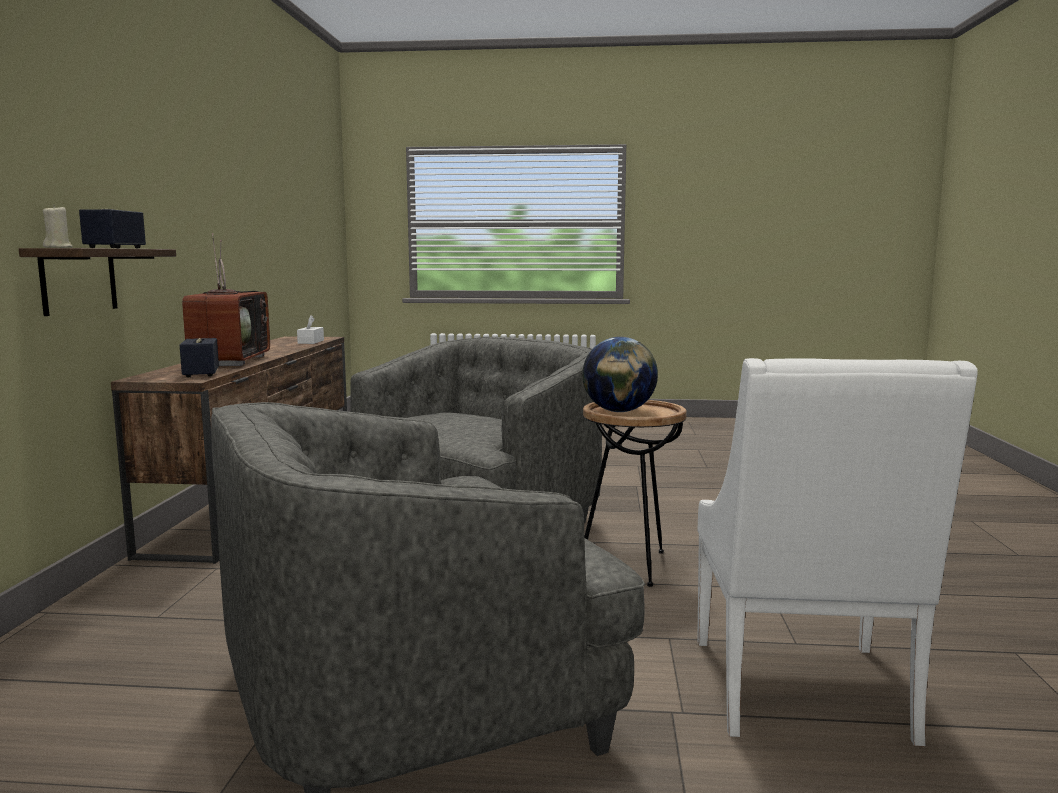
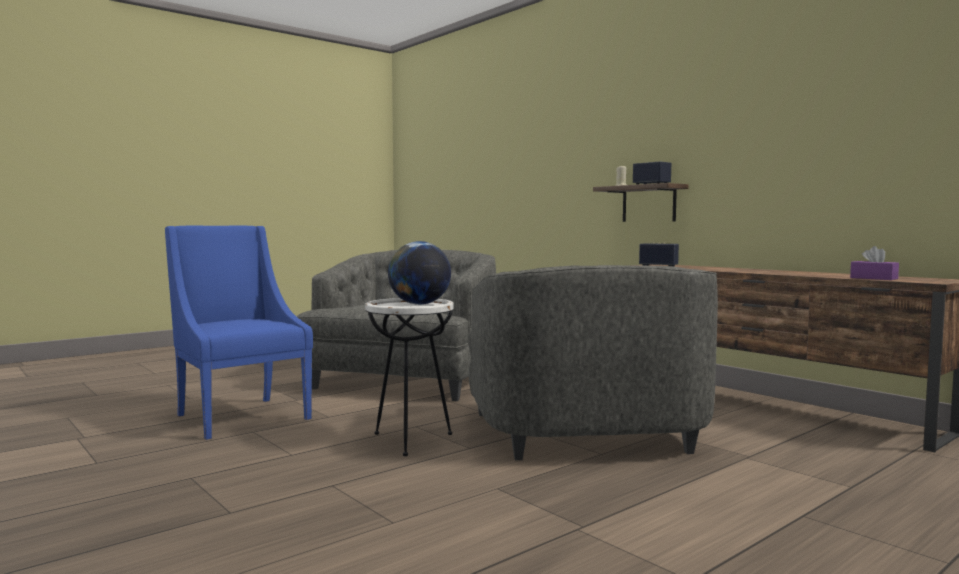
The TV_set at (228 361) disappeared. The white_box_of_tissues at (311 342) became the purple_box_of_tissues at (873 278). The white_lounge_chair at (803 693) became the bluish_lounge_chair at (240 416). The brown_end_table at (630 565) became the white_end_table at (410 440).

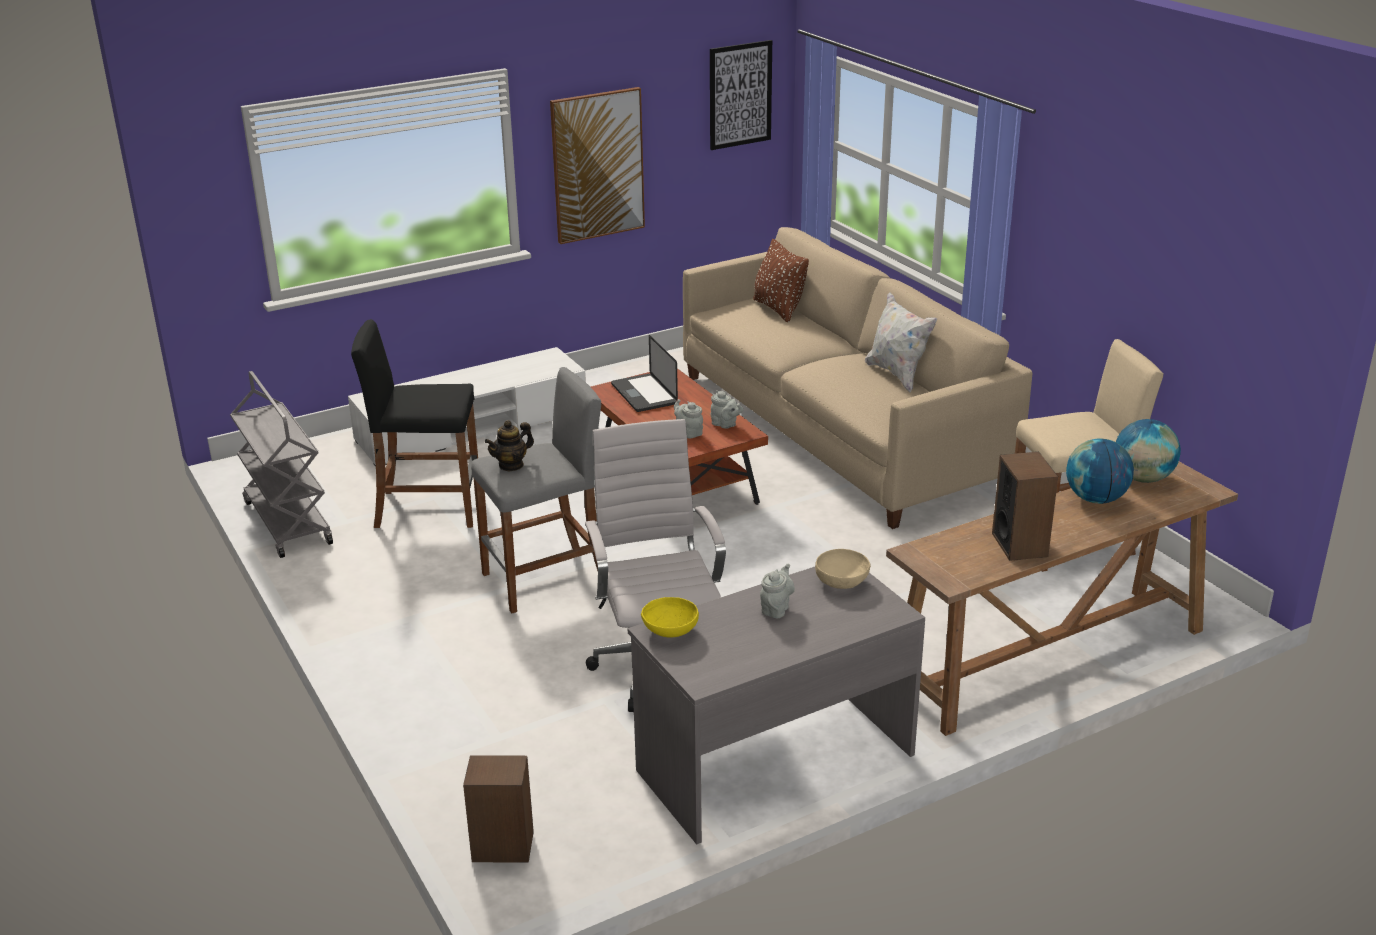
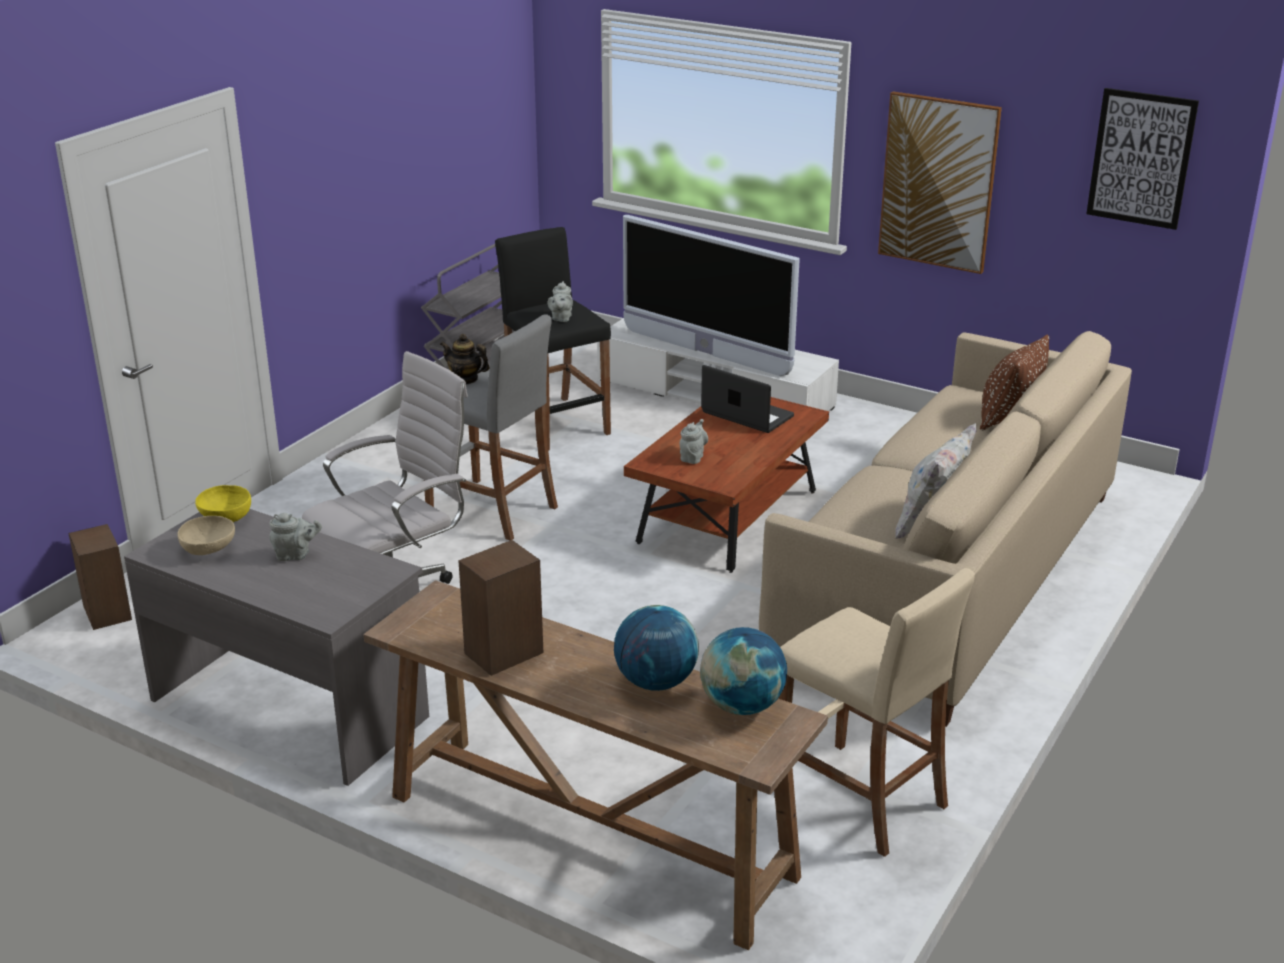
The portable_computer at (644 394) turned 90 degrees clockwise. The grey_tea_pot moved from (725 425) to (561 318). The beige_bowl moved from (842 581) to (209 550). The TV_set at (705 353) appeared.

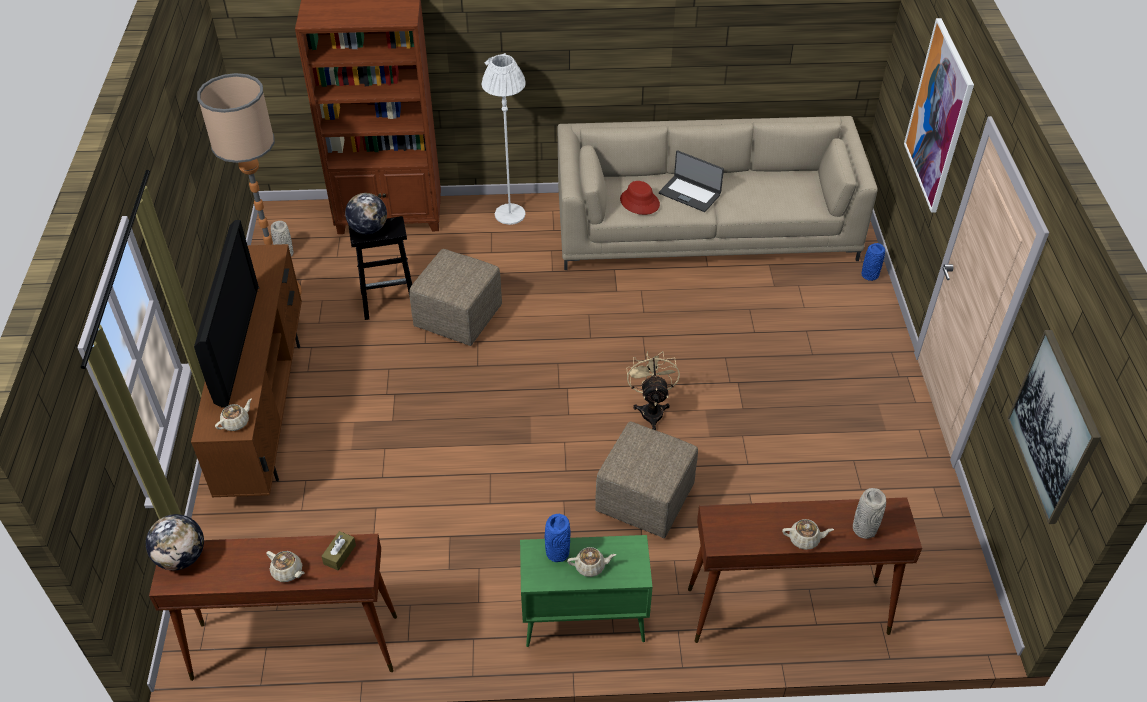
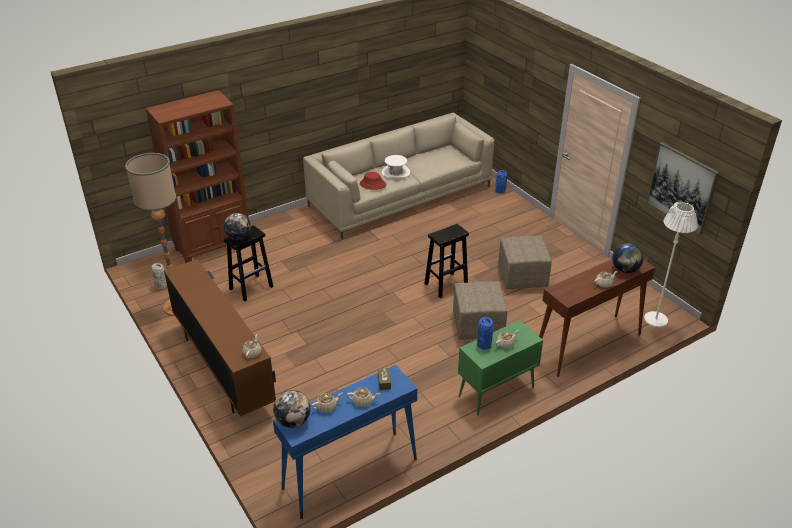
The wall_art at (938 116) disappeared. The white_floor_lamp moved from (510 214) to (655 319). The portable_computer at (690 193) was replaced by the white_wearable_hat at (395 173). The TV_set at (233 343) disappeared. The beige_ottoman moved from (458 318) to (522 278). The beige_fan at (651 409) was replaced by the blackish_stool_seat at (445 285). The grey_vase at (864 530) was replaced by the world_globe at (625 270). The brown_console_table at (294 647) became the bluish_console_table at (349 474). The beige_tea_pot at (327 407) appeared.

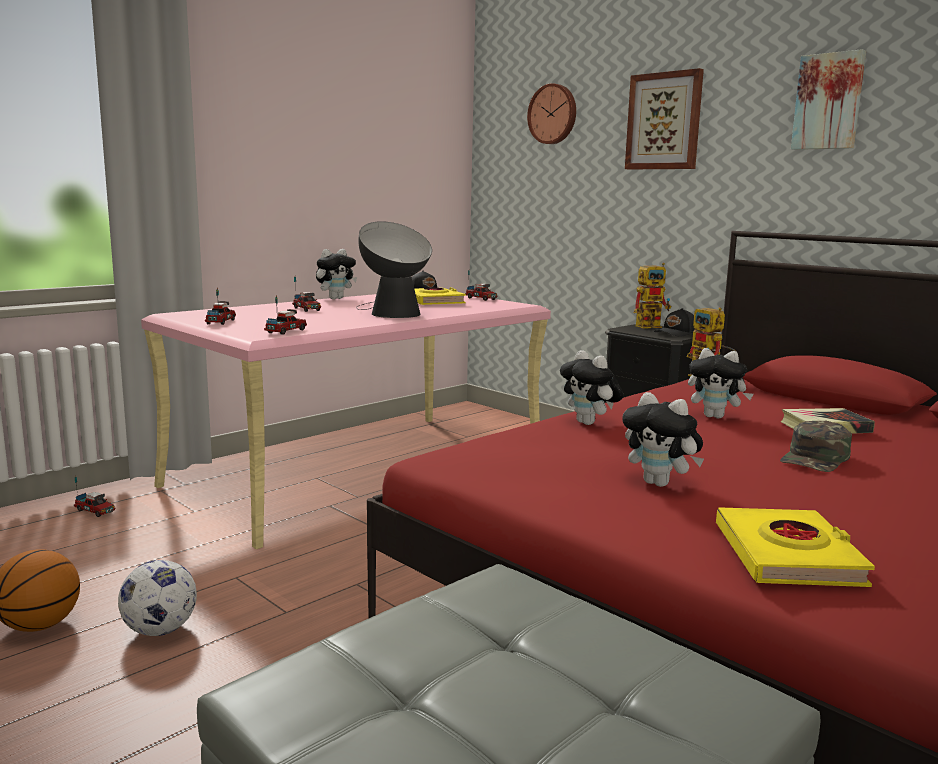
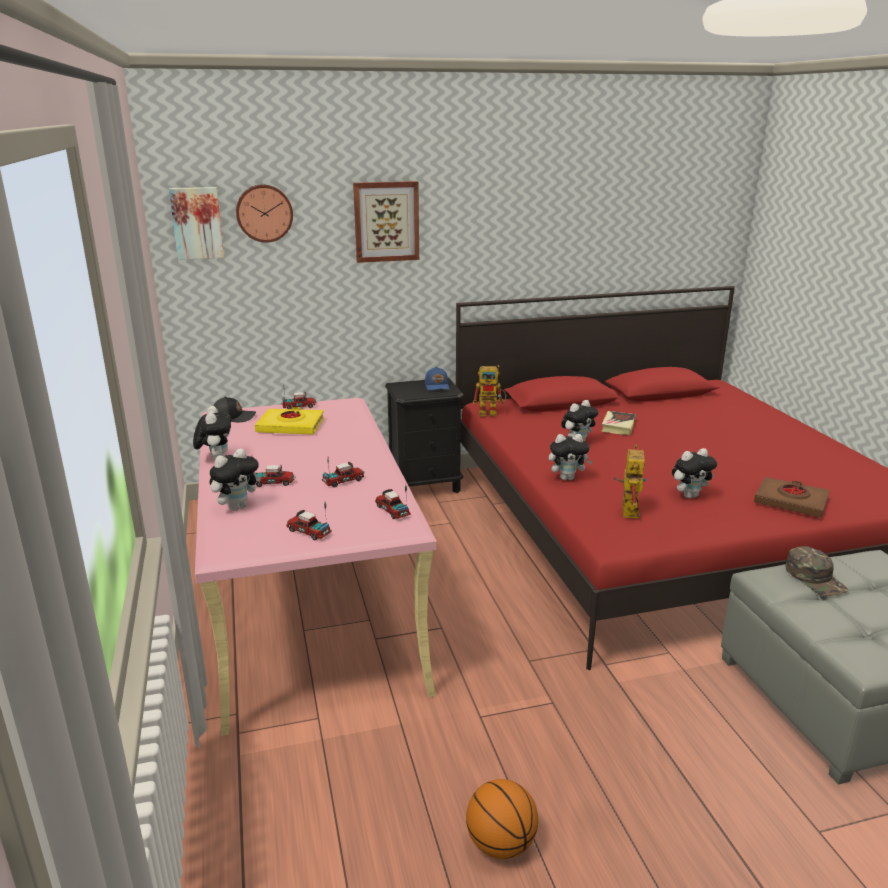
The wall_art moved from (828 102) to (197 223). The tabletop_lamp at (391 313) disappeared. The model_robot moved from (651 326) to (627 509). The blackish_cap at (676 333) became the bluish_cap at (437 386). The green-coloured_cap moved from (816 458) to (815 578). The toy_lorry moved from (95 511) to (344 481). The yellow-coloured_bound_book at (788 556) became the brown_bound_book at (791 501). The football_ball at (160 630) disappeared. The cuddly_toy at (237 506) appeared.

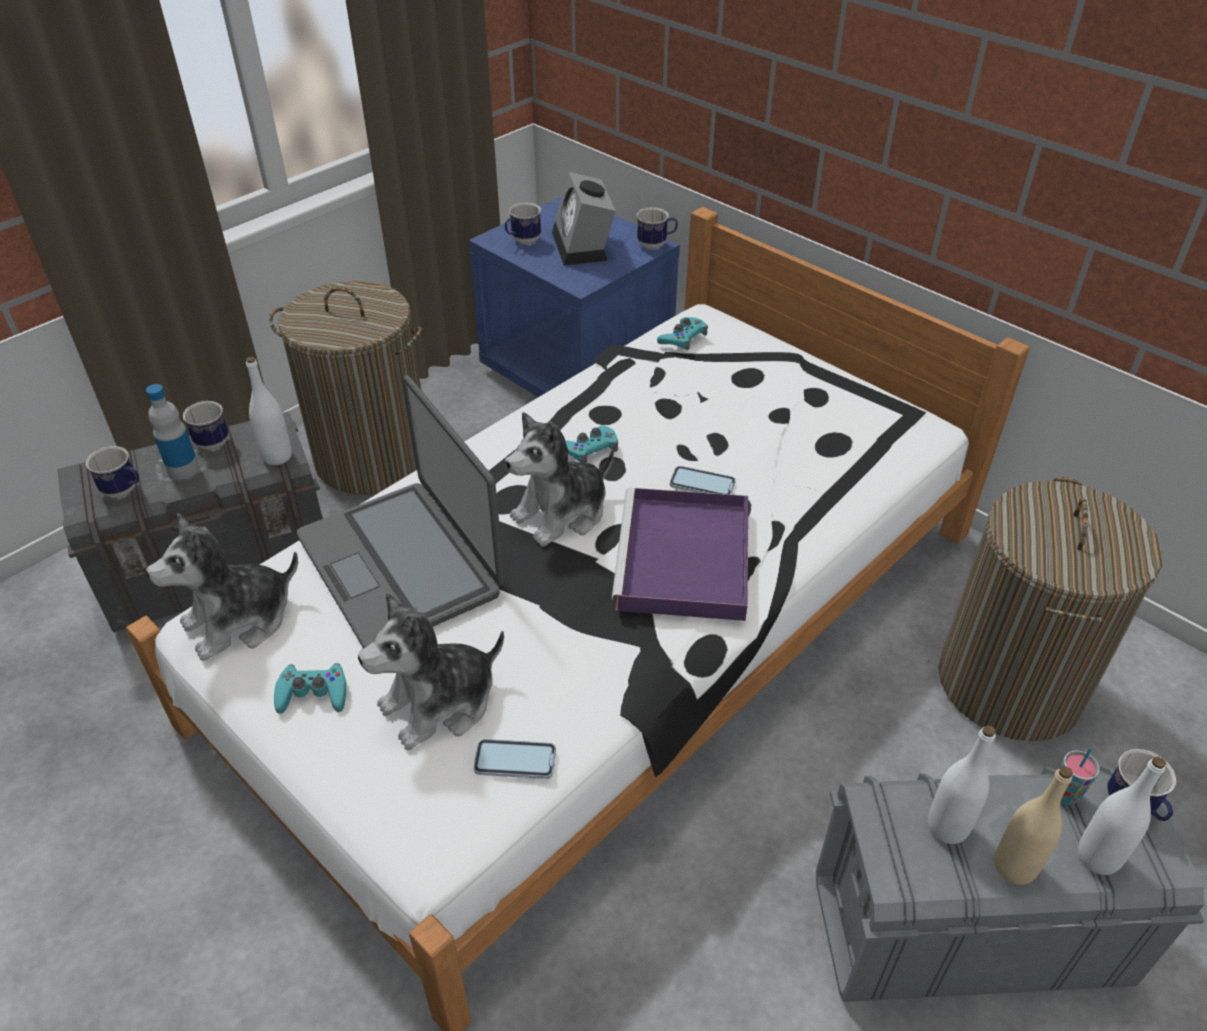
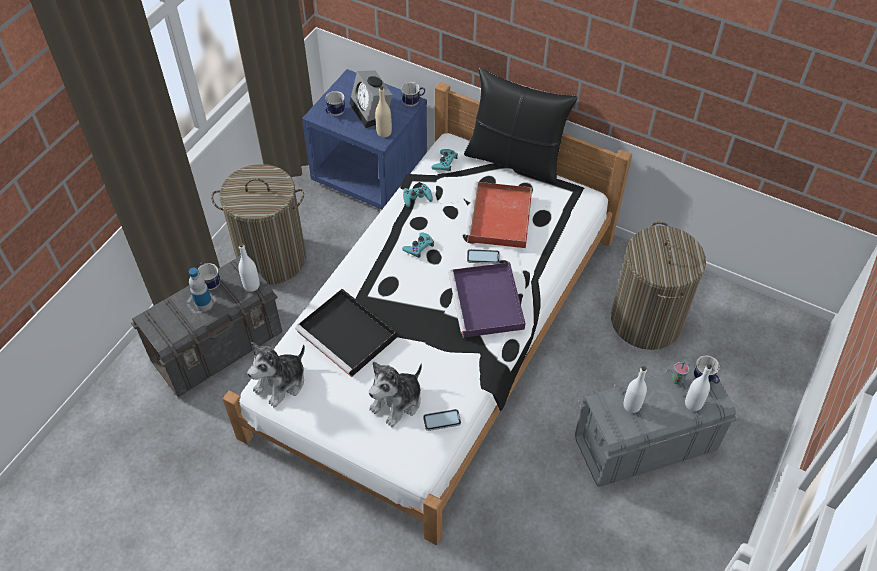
The portable_computer at (402 564) was replaced by the blackish_tray at (348 335). The cuddly_toy at (562 514) disappeared. The coffee_mug at (125 491) disappeared. The blue-green_joypad moved from (313 694) to (417 197). The beige_beverage_bottle moved from (1014 866) to (384 132). The blackish_cushion at (515 160) appeared. The red_tray at (500 218) appeared.

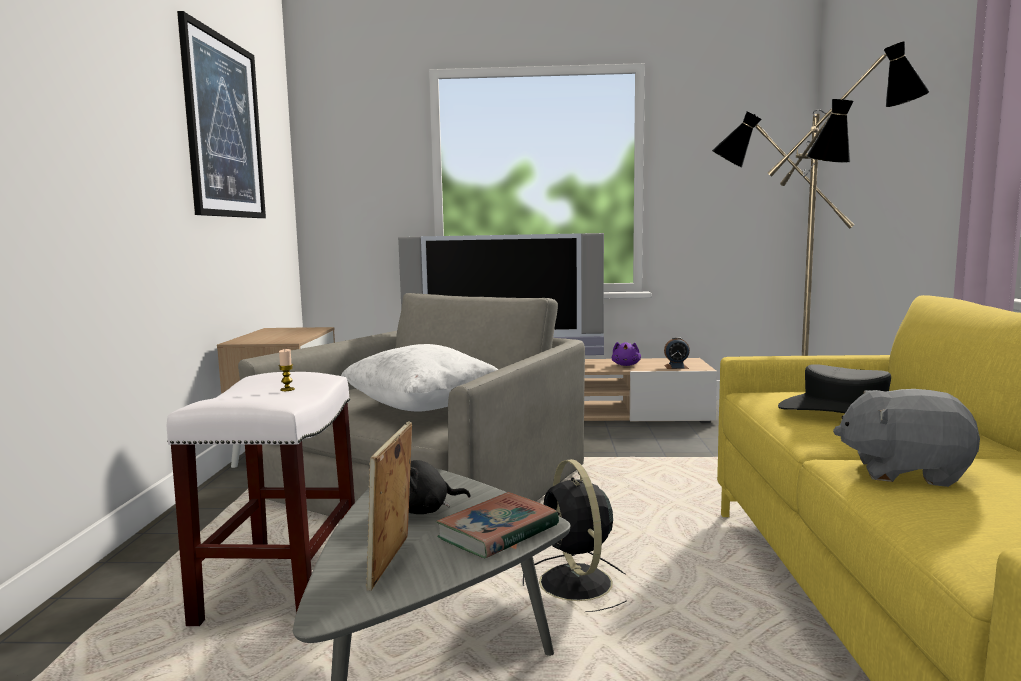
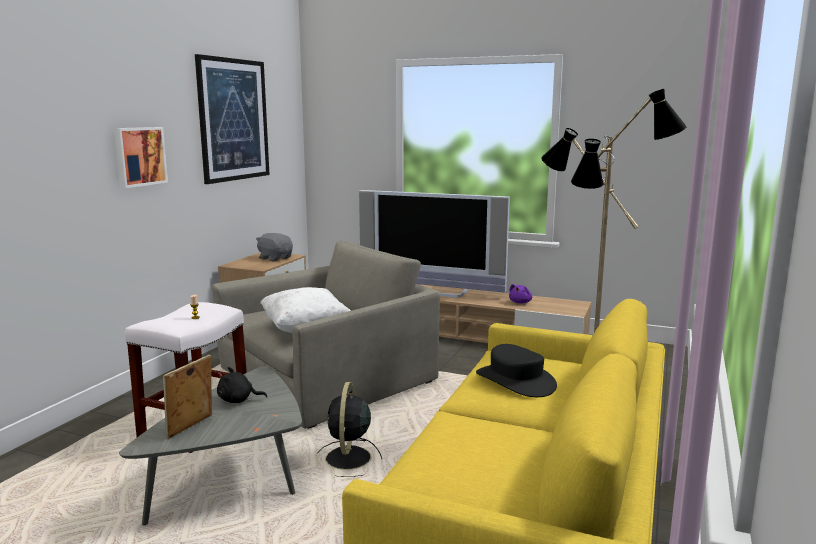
The table_clock at (676 367) disappeared. The grey_cuddly_toy moved from (904 472) to (275 258). The bound_book at (498 532) disappeared. The wall_art at (139 156) appeared.

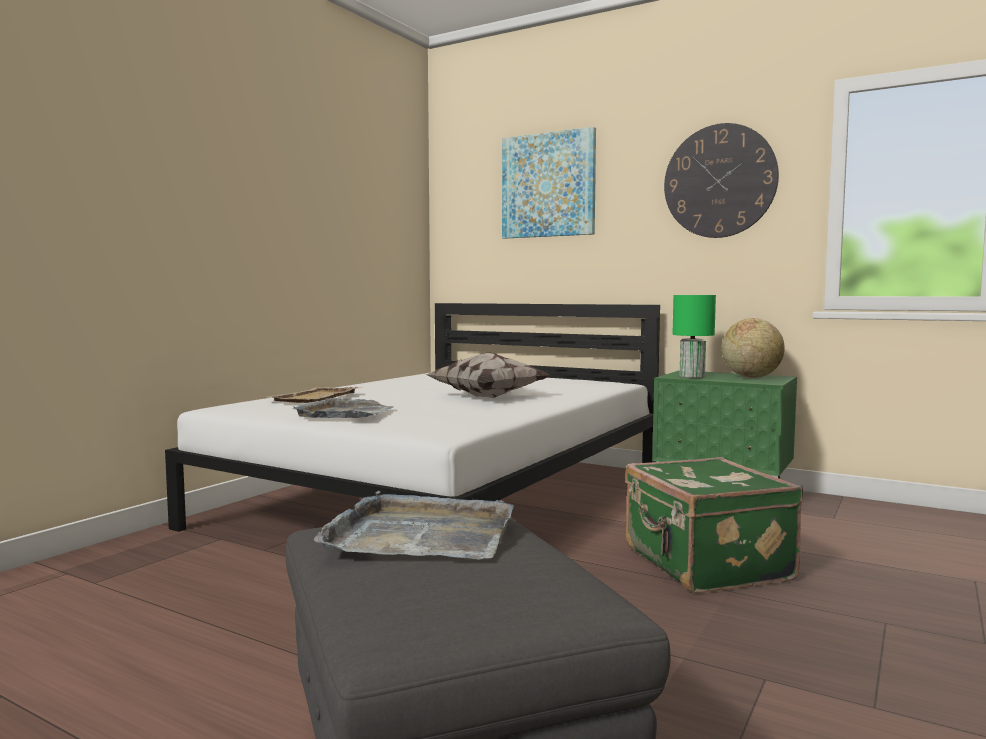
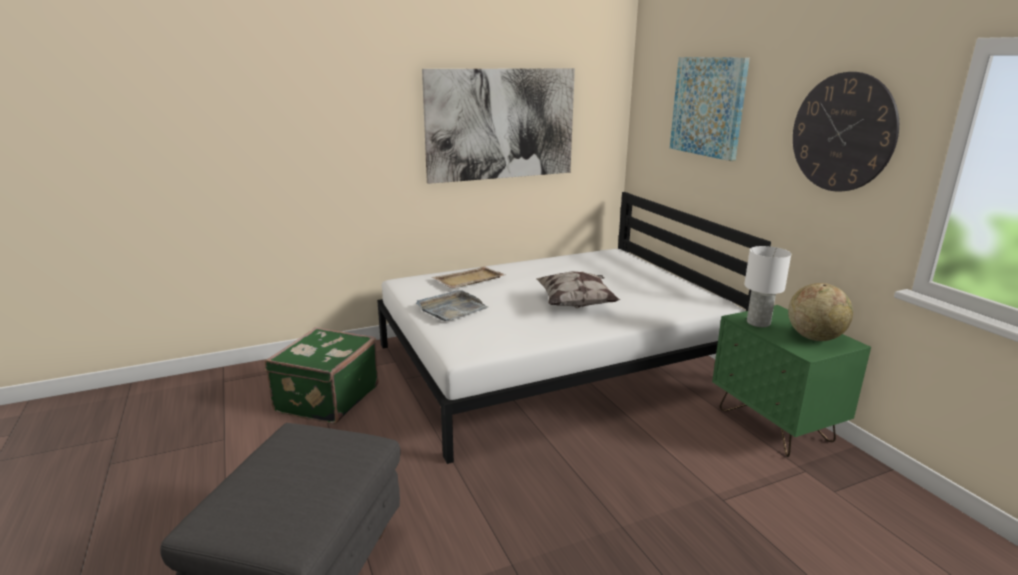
The green-coloured_tabletop_lamp at (691 377) became the white_tabletop_lamp at (757 323). The green-coloured_suitcase moved from (704 565) to (325 398). The grey_tray at (421 535) disappeared. The wall_art at (500 124) appeared.

